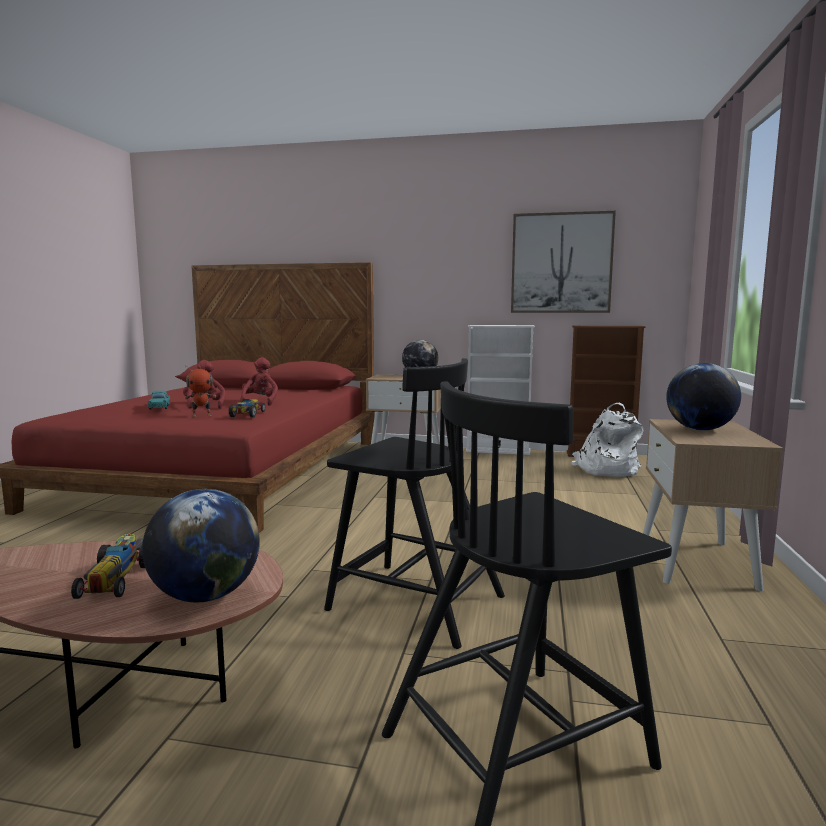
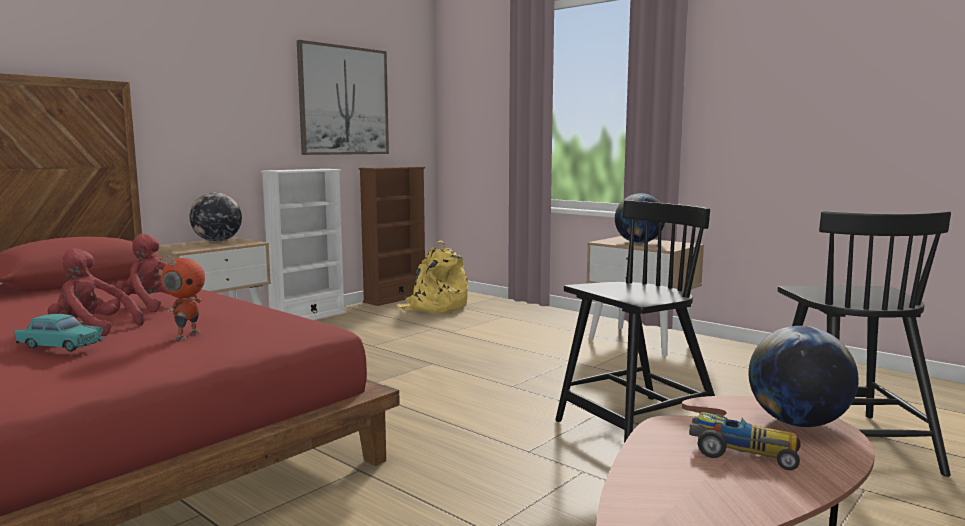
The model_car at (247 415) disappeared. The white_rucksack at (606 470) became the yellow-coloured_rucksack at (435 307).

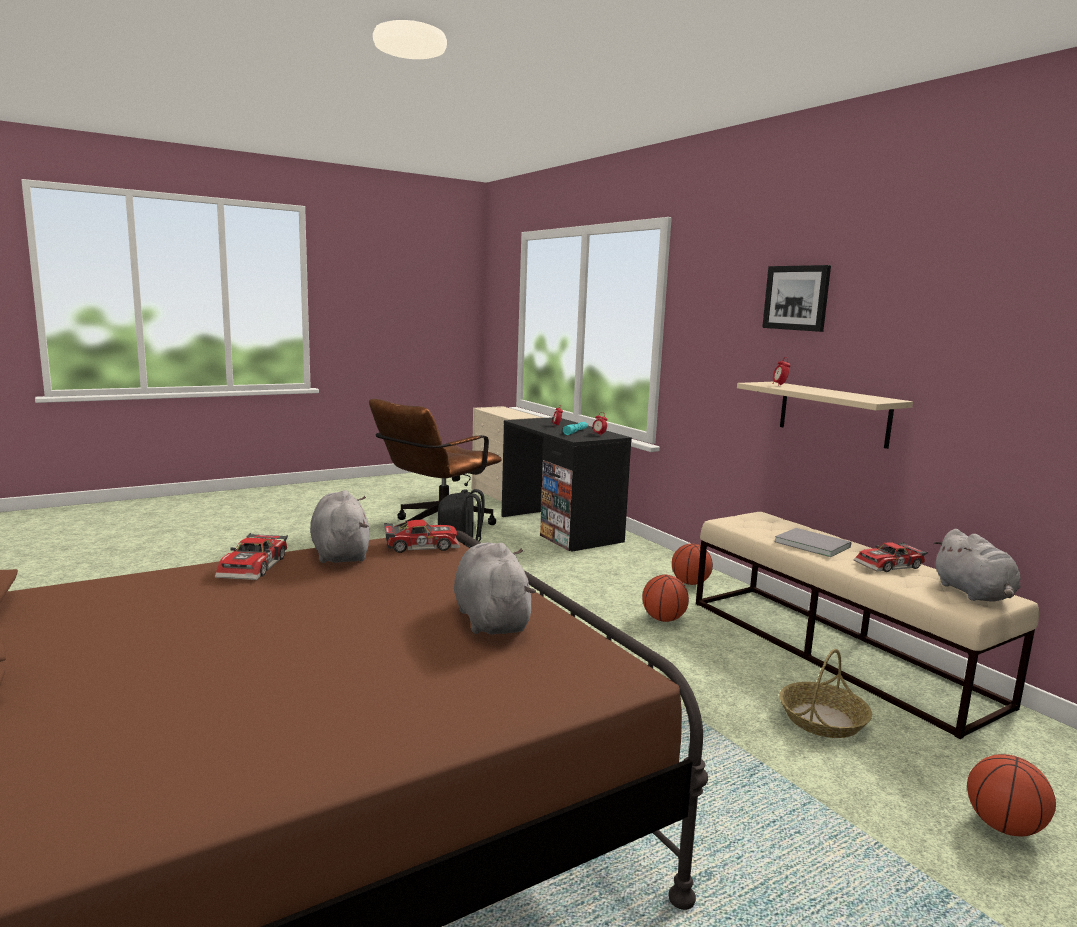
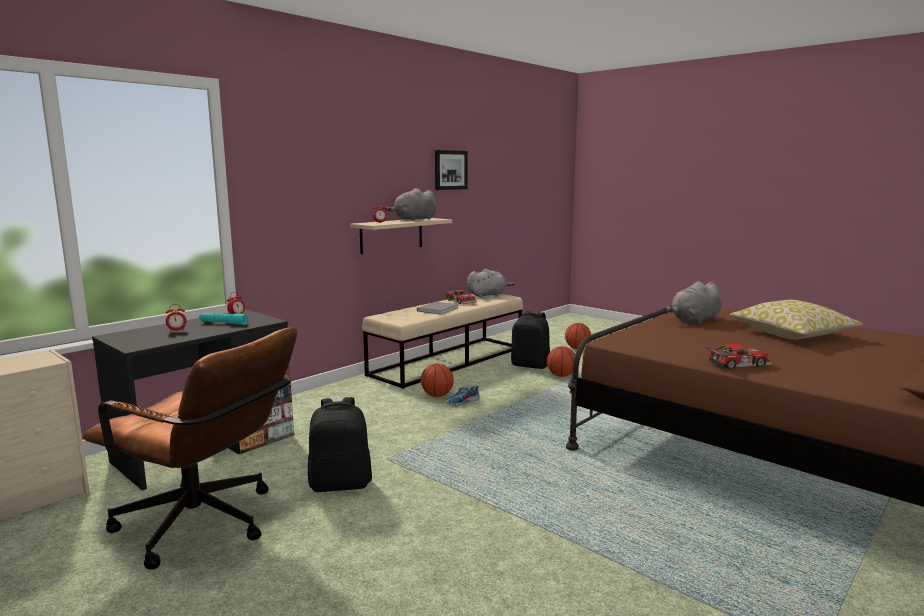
The wall_art moved from (796 298) to (450 170). The grey_cuddly_toy moved from (340 553) to (414 219). The model_car at (421 545) disappeared. The basketball_ball moved from (690 583) to (561 376). The storage_basket at (822 720) was replaced by the blackish_rucksack at (530 365). The cushion at (792 334) appeared. The low_shoe at (462 402) appeared.

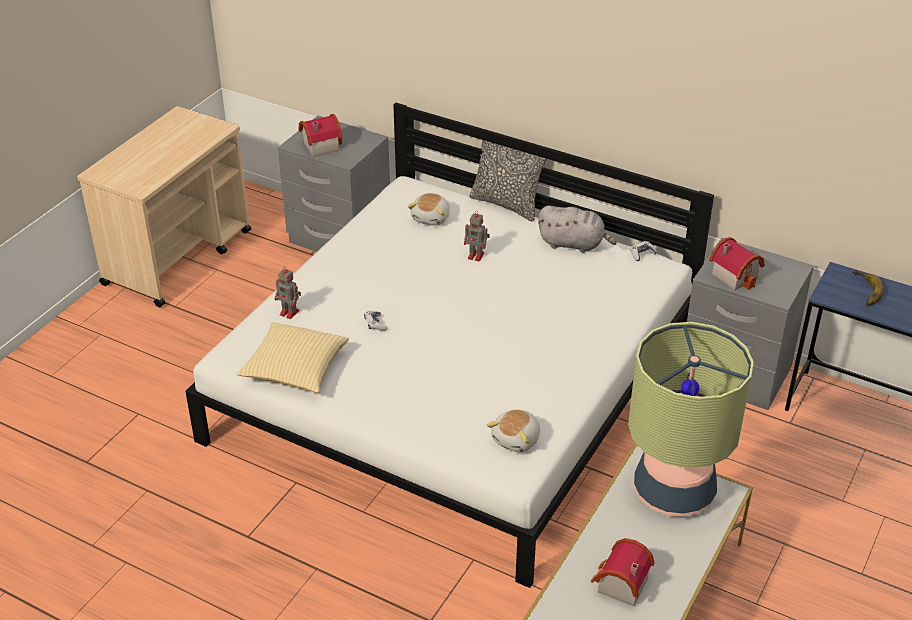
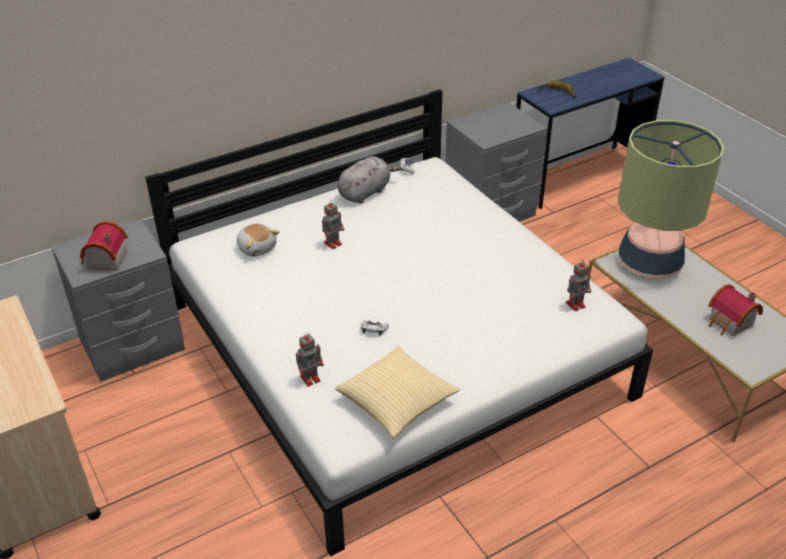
The cushion at (507 204) disappeared. The toy_house at (735 275) disappeared. The cuddly_toy at (517 439) was replaced by the model_robot at (576 304).

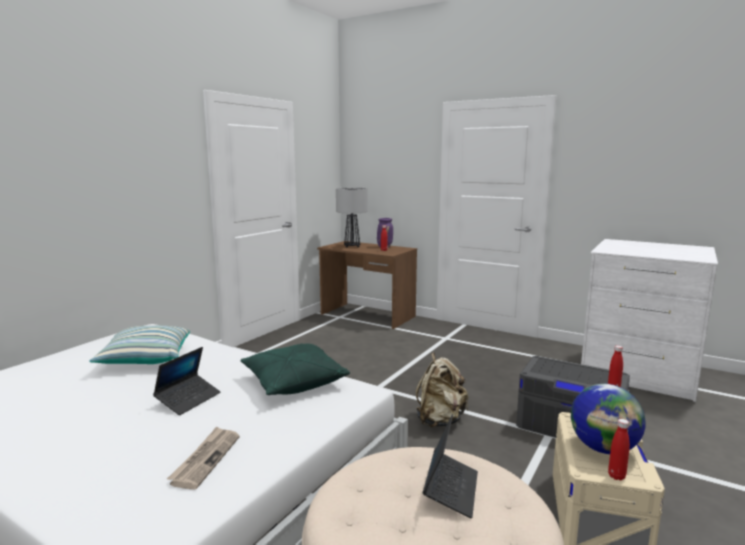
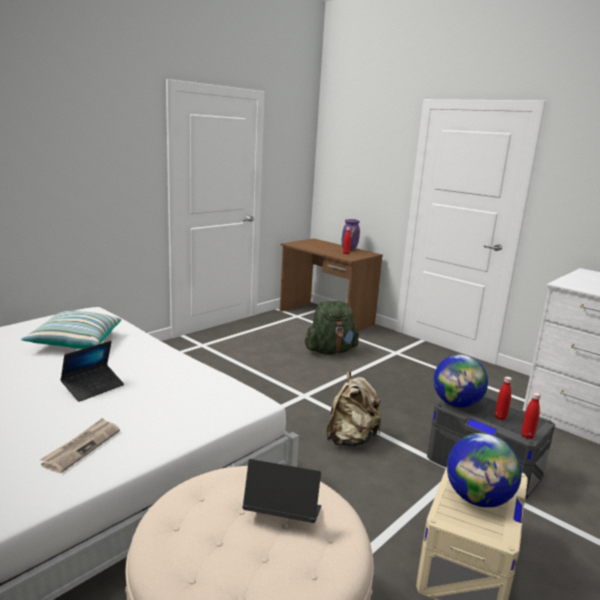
The tabletop_lamp at (352 246) disappeared. The green-coloured_cushion at (293 382) disappeared. The portable_computer at (451 489) turned 105 degrees counterclockwise. The red_beverage_bottle moved from (616 476) to (500 418). The green-coloured_rucksack at (330 351) appeared. The world_globe at (456 404) appeared.

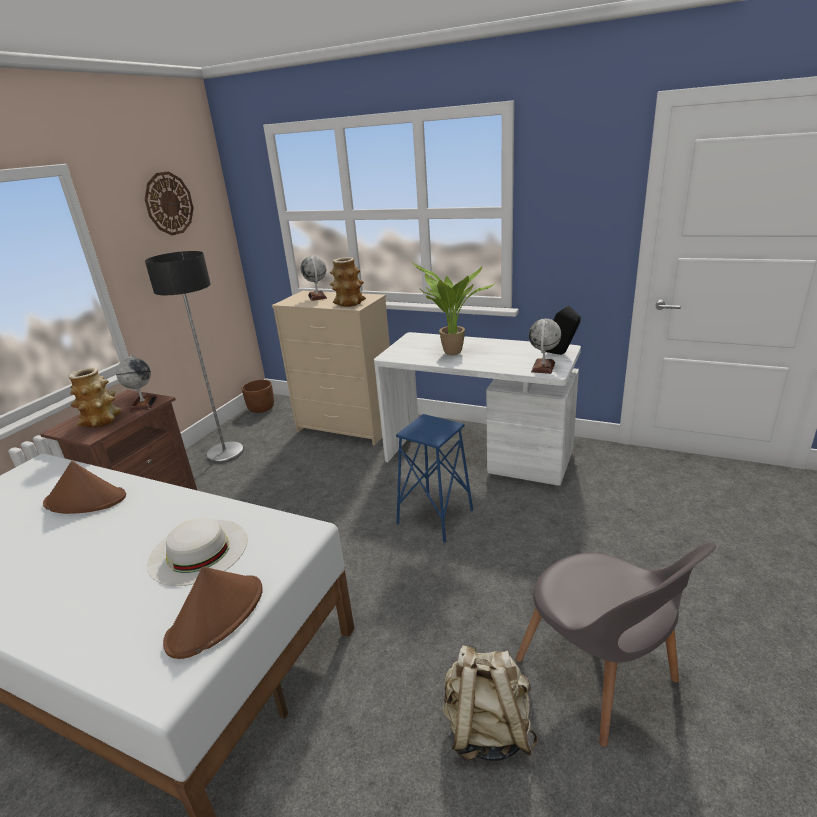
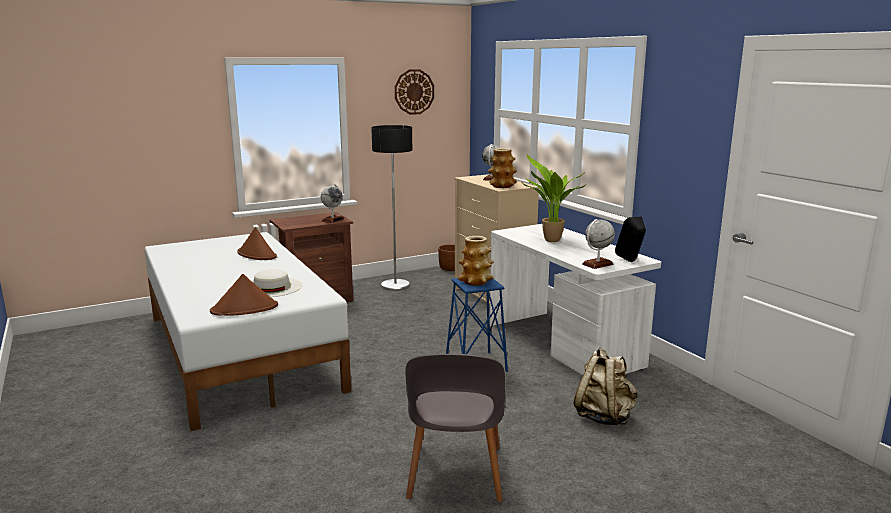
The vase moved from (102 421) to (476 282). The beige_rucksack moved from (487 728) to (604 417).

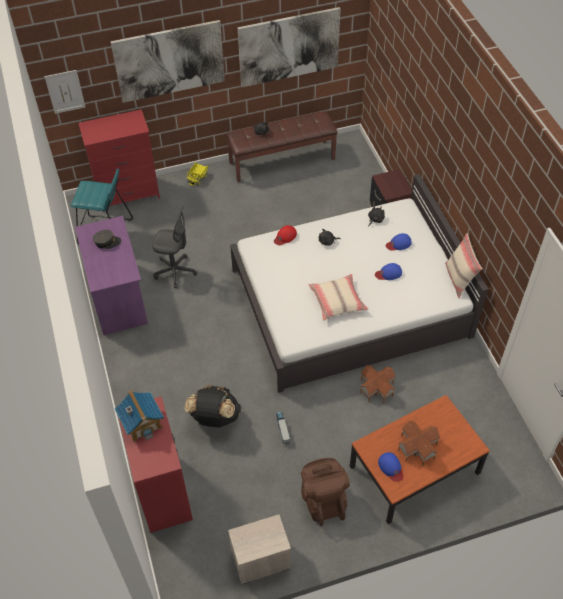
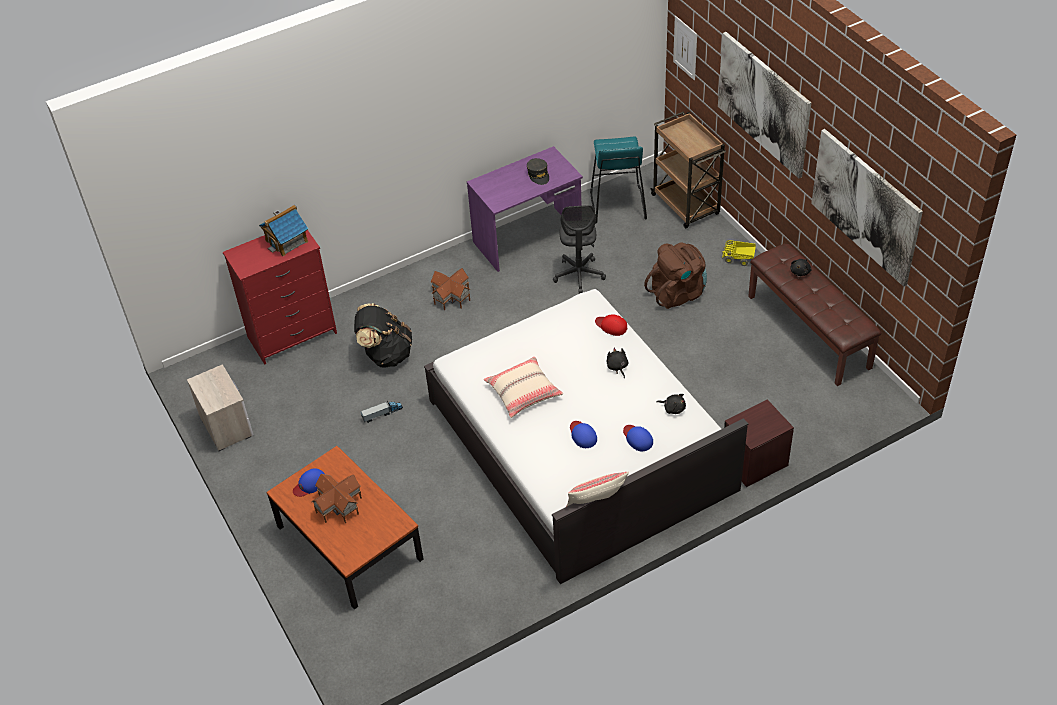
The red_chest_of_drawers at (128 194) was replaced by the brown_cart at (686 205). The toy_house moved from (376 388) to (451 296). The brown_rucksack moved from (323 499) to (678 293).

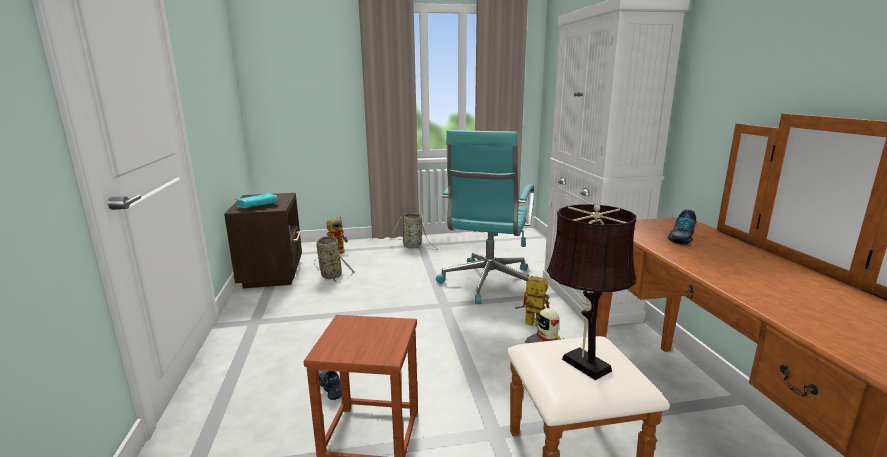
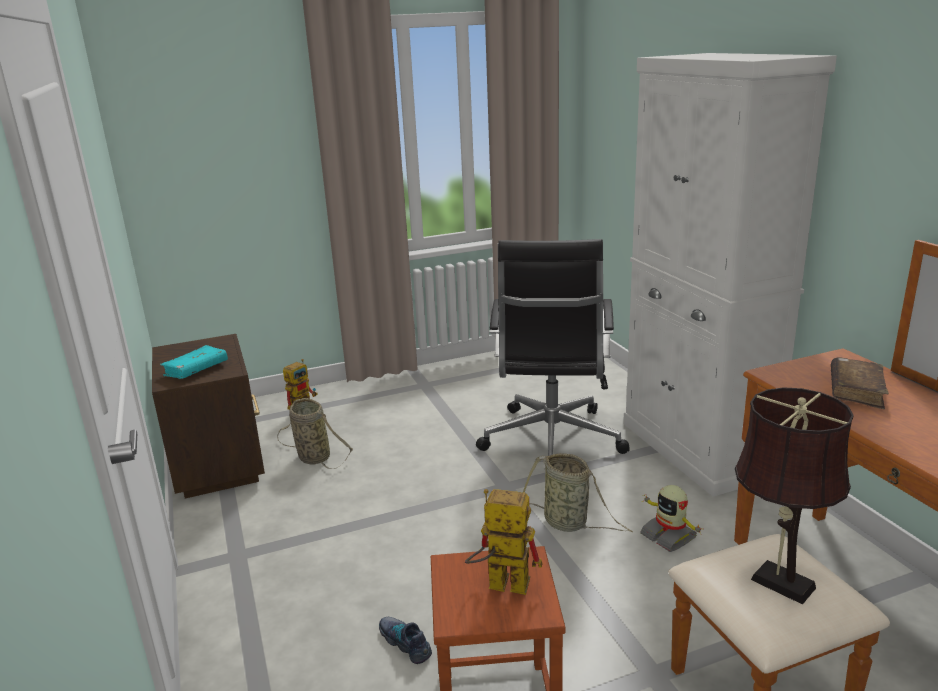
The blue-green_office_chair at (487 283) became the blackish_office_chair at (551 442). The low_shoe at (681 237) was replaced by the brown_bound_book at (855 391). The storage_basket moved from (413 247) to (568 523). The model_robot moved from (530 323) to (499 585).

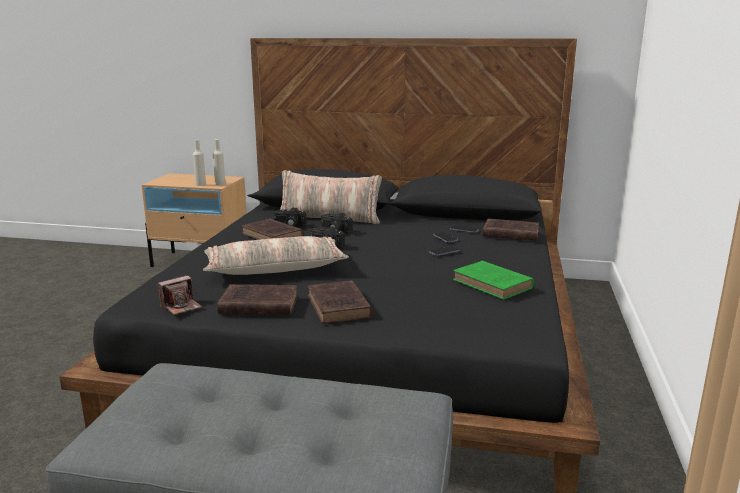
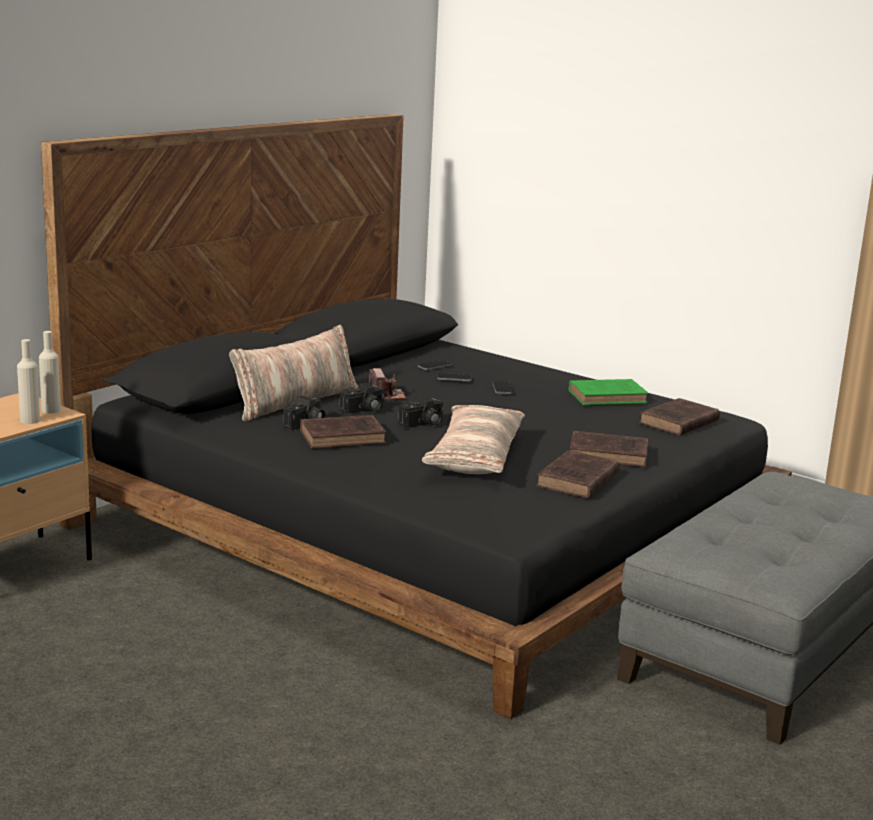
The brown_bound_book moved from (509 233) to (677 422). The still_camera moved from (181 306) to (386 395).

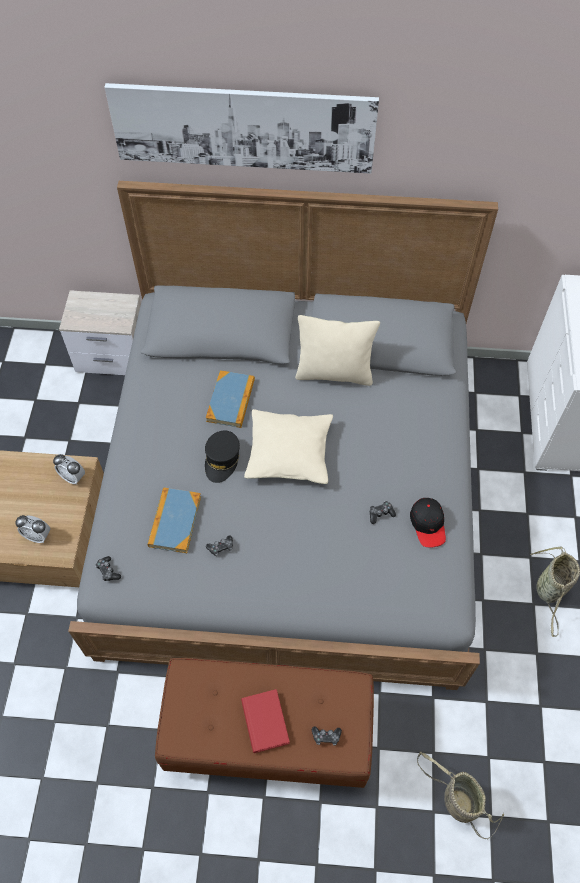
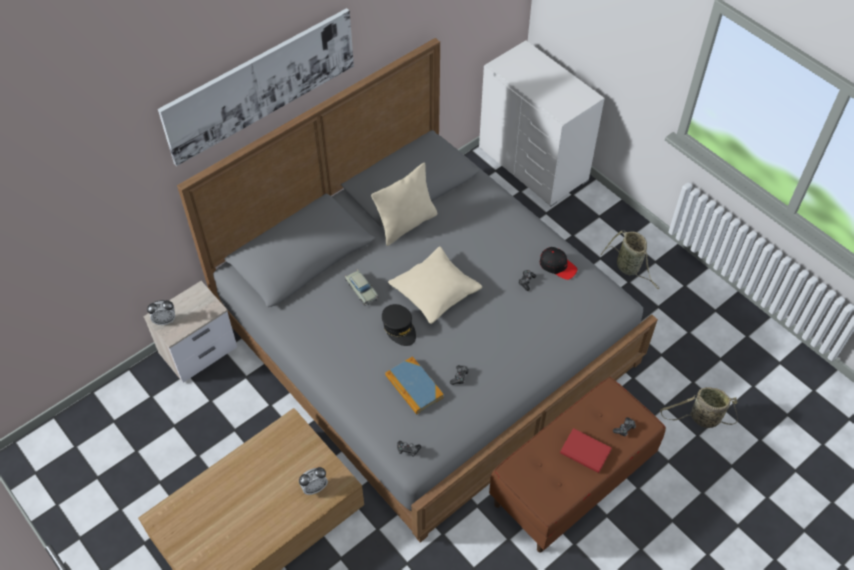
The bound_book at (231 400) was replaced by the beige_model_car at (362 290). The table_clock moved from (73 477) to (165 320).

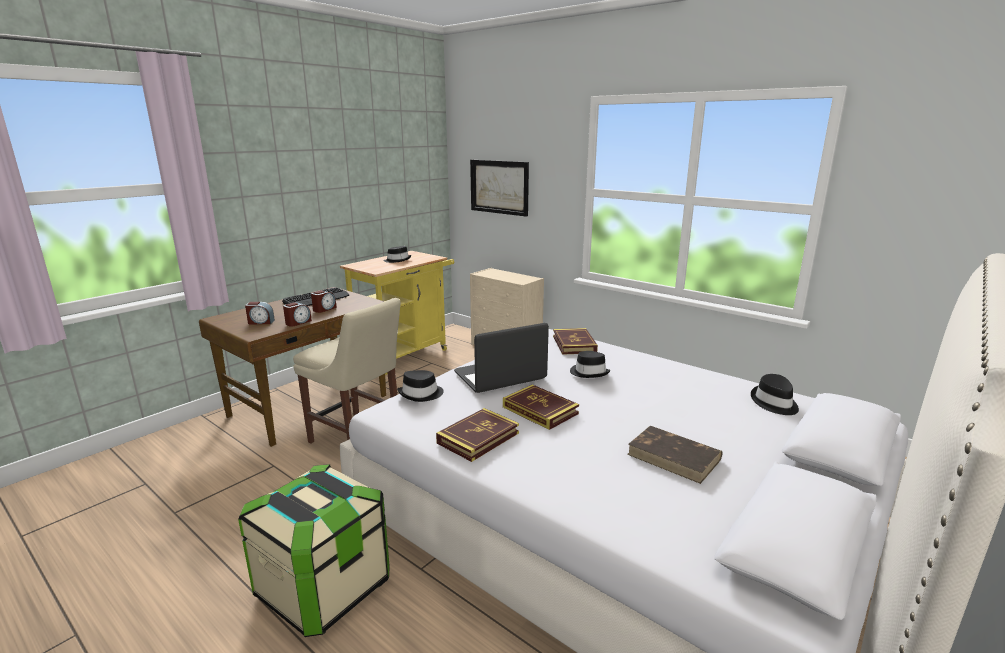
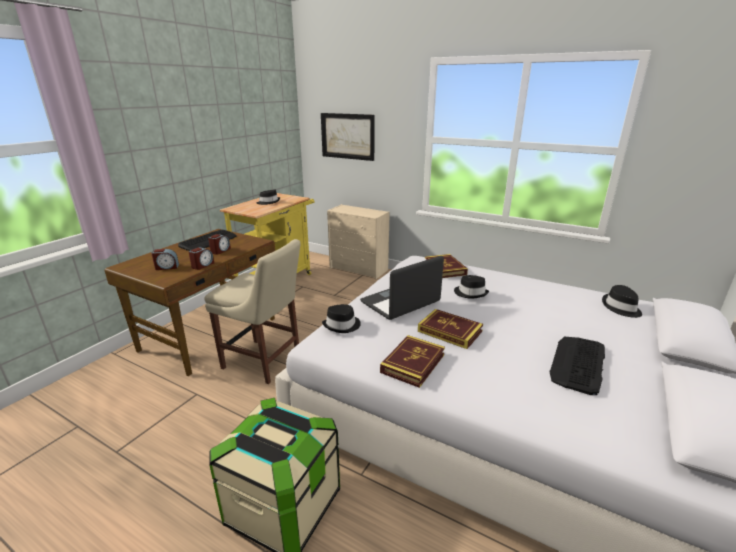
The brown_bound_book at (674 457) was replaced by the PC_keyboard at (578 364).

